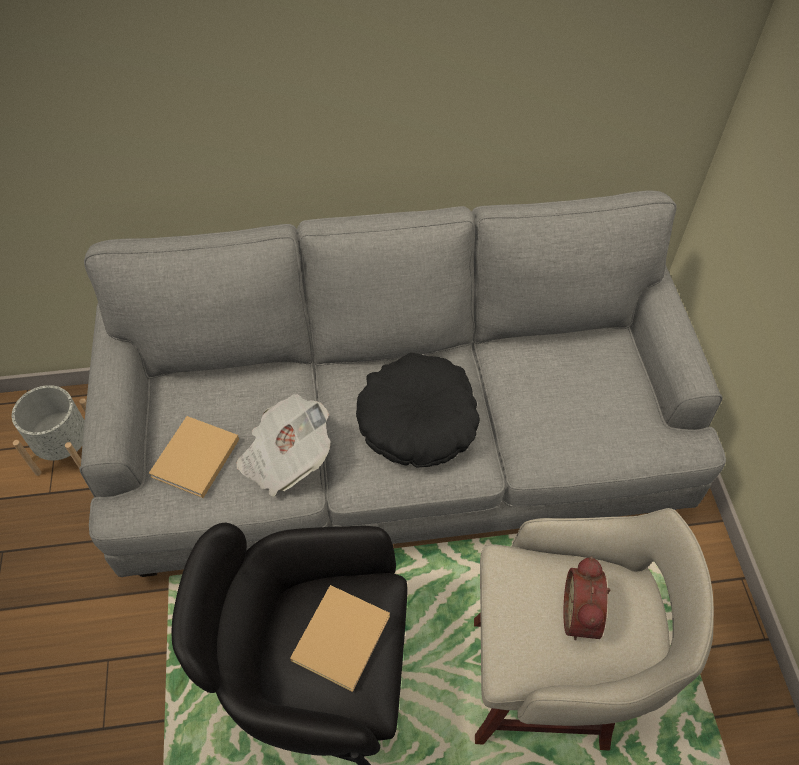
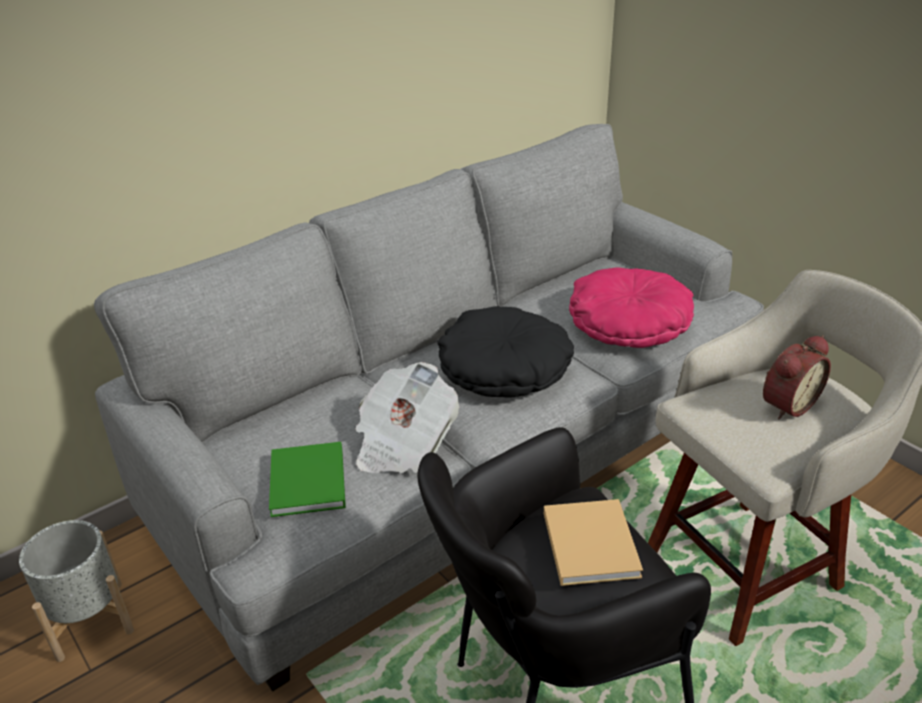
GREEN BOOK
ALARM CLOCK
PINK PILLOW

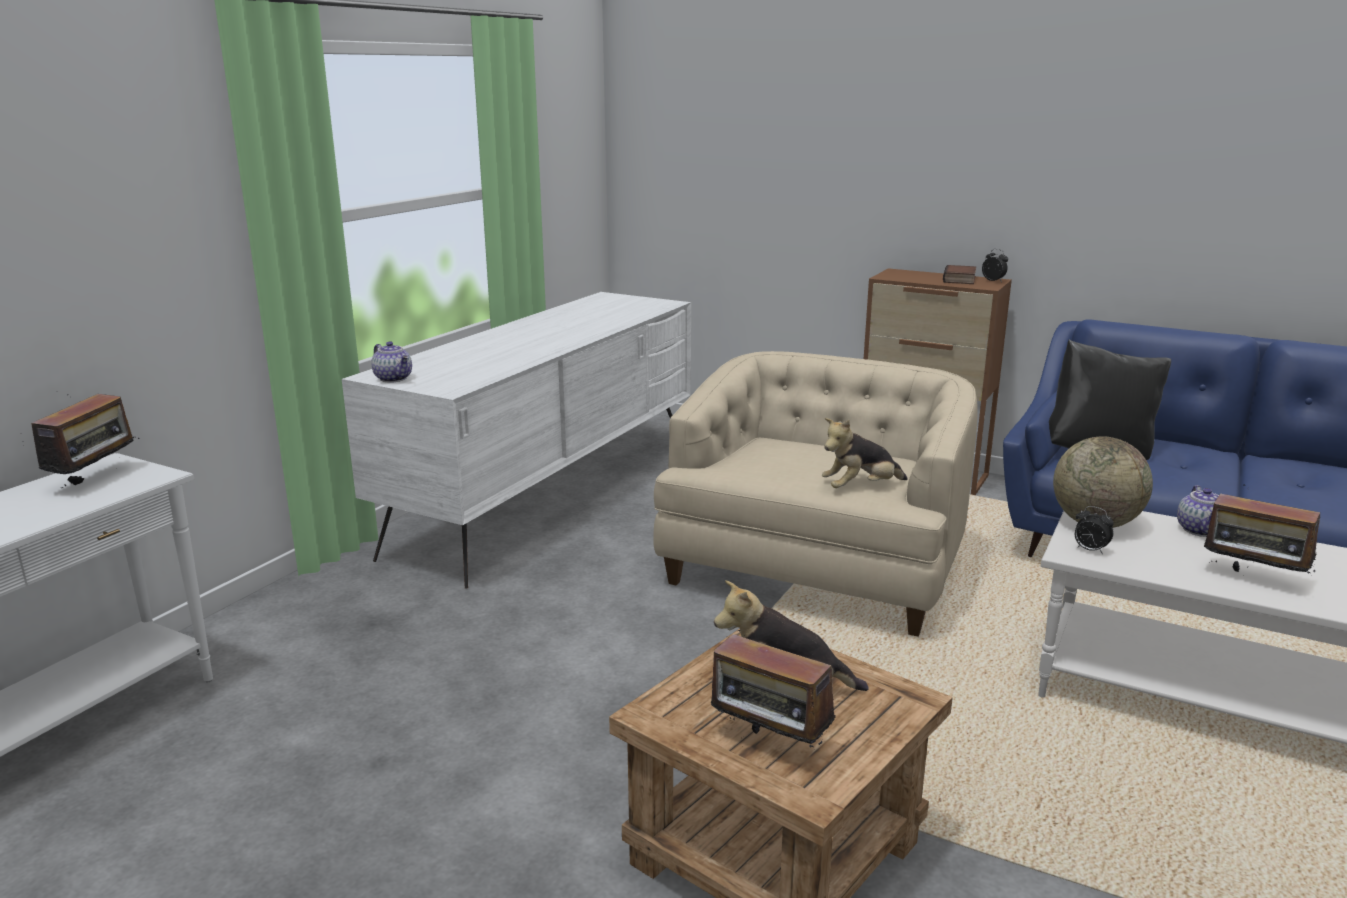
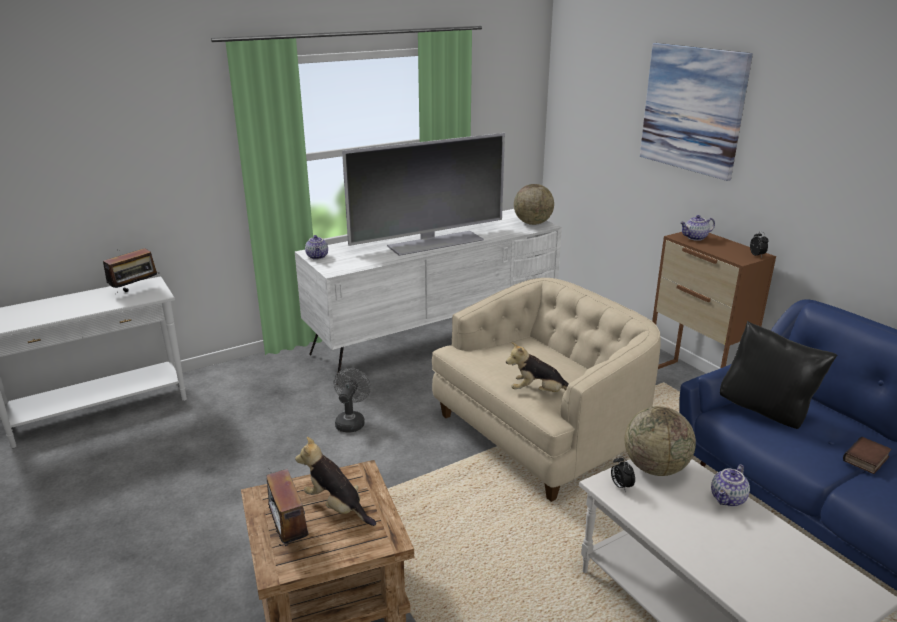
BOOK
RADIO (no. 3 from left in the first image)
GREY FAN
TELEVISION
GLOBE (no. 1 from left)
PICTURE
TEAPOT (no. 2 from left)

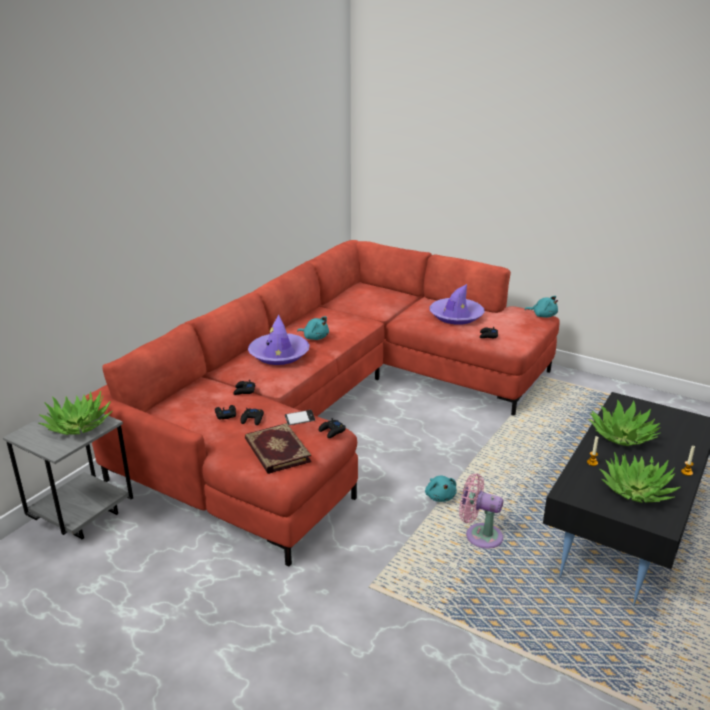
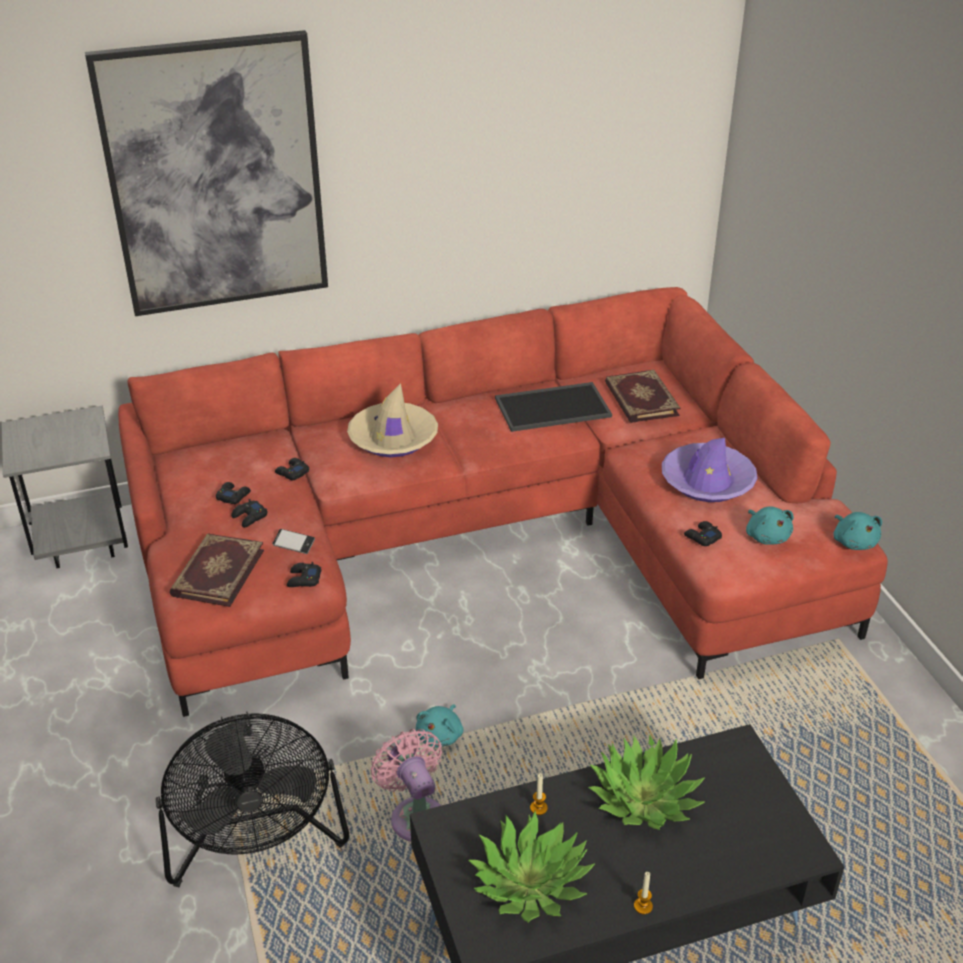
POTTED PLANT (no. 1 from left in the first image)
BEIGE HAT
TURQUOISE PLUSH TOY (no. 2 from left)
PICTURE
BLACK FAN
TRAY
BOOK (no. 2 from left)

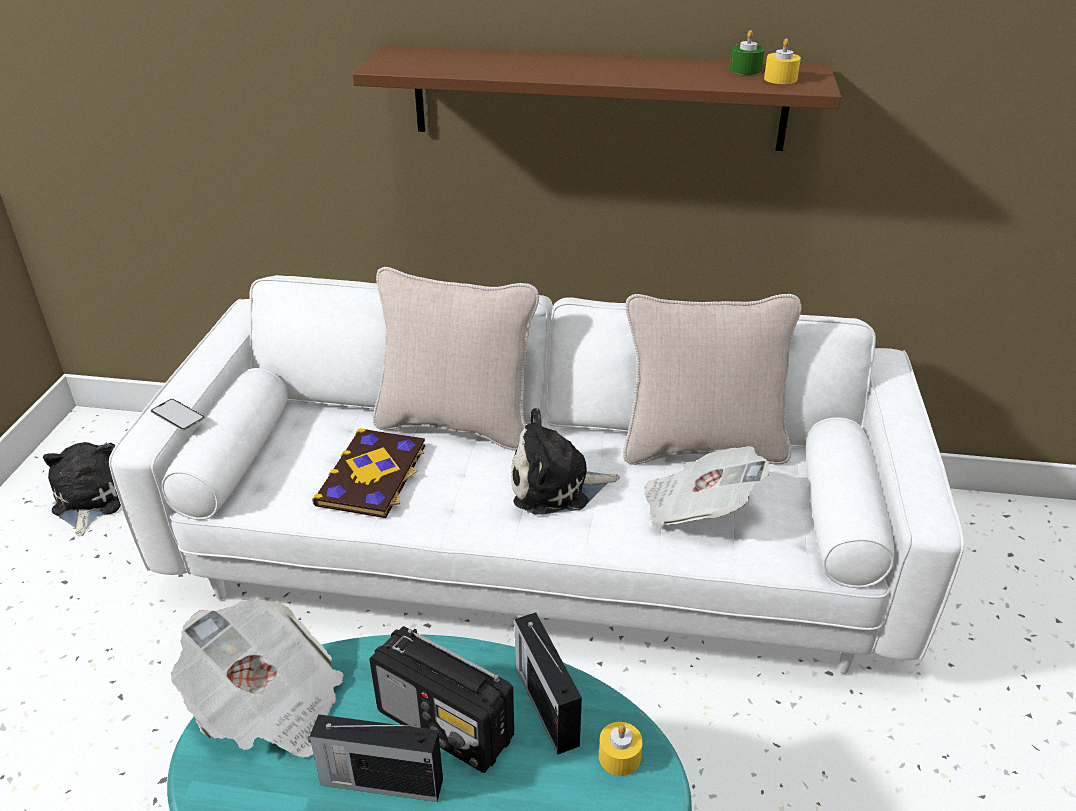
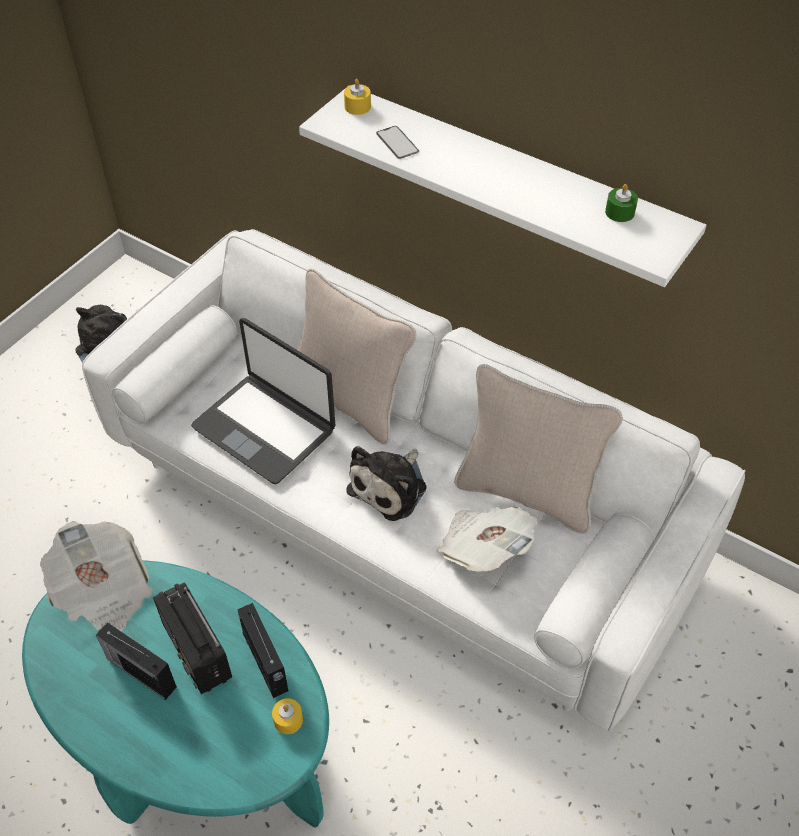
PHONE
LAPTOP
WHITE SHELF
PLUSH TOY (no. 2 from left)
RADIO (no. 3 from left)
YELLOW CANDLE (no. 2 from left)

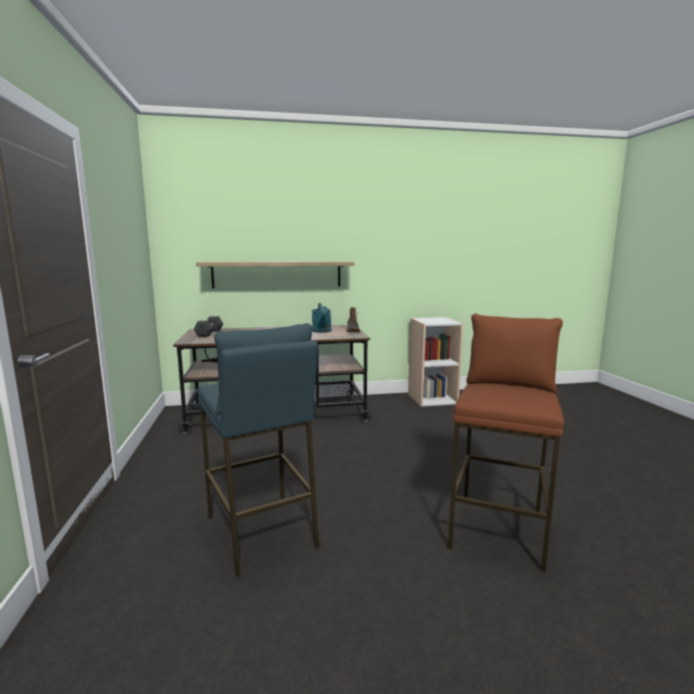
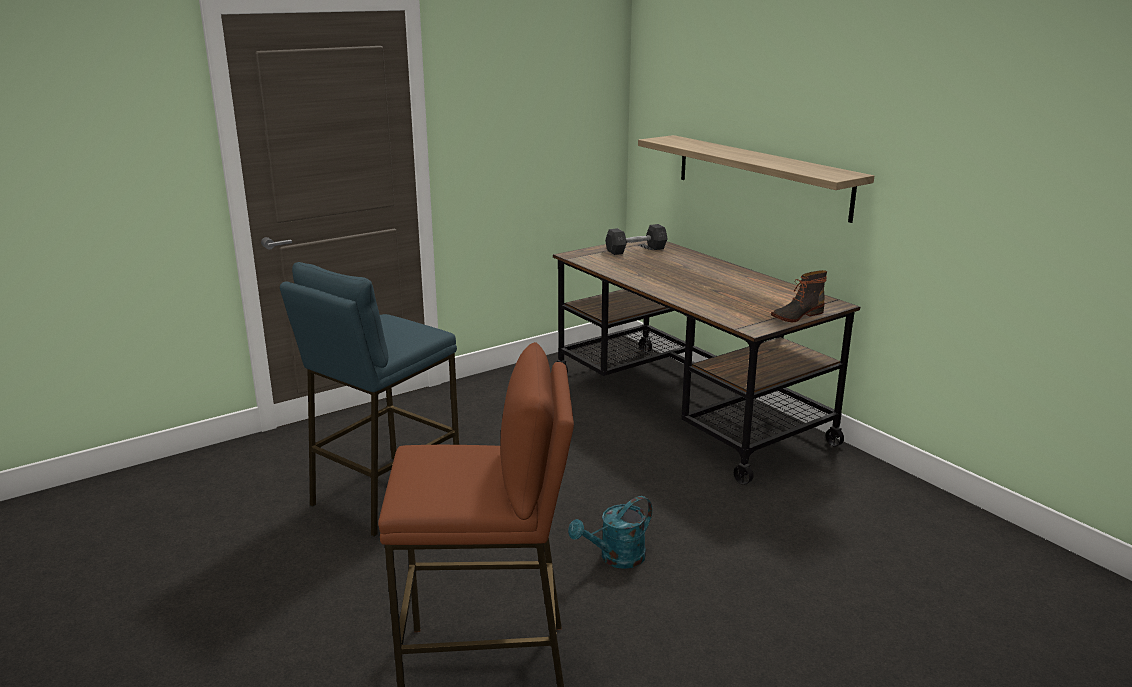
TURQUOISE WATERING CAN
BOOKCASE

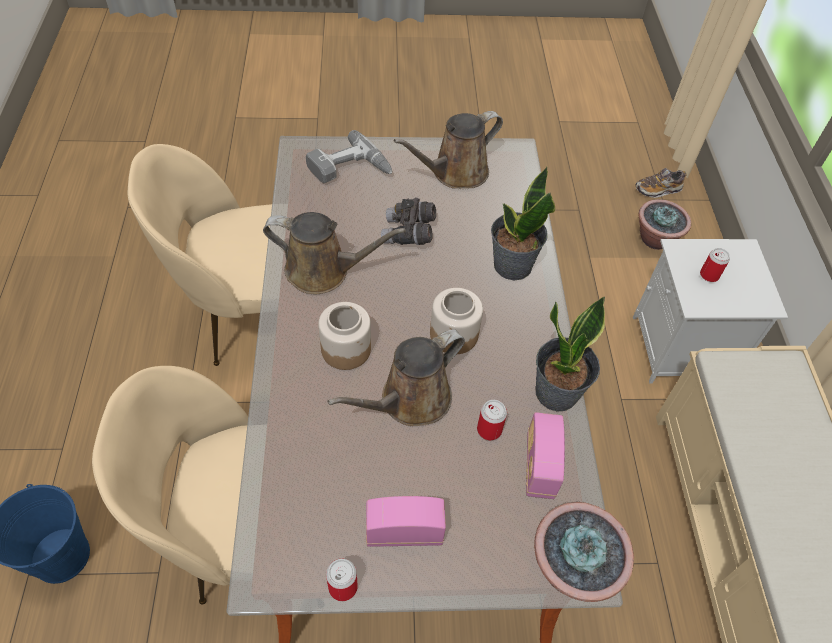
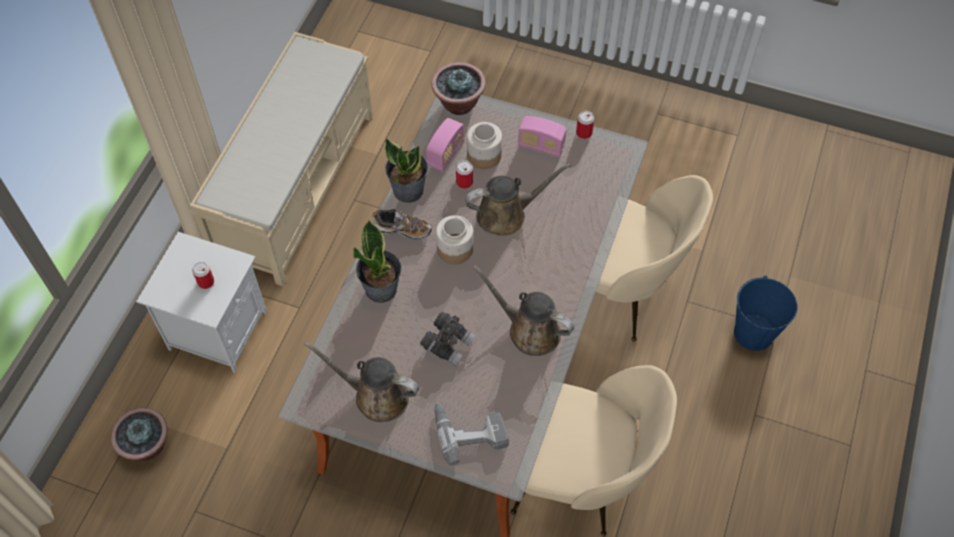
JAR (no. 2 from left)
BROWN WATERING CAN (no. 1 from left)
SHOE

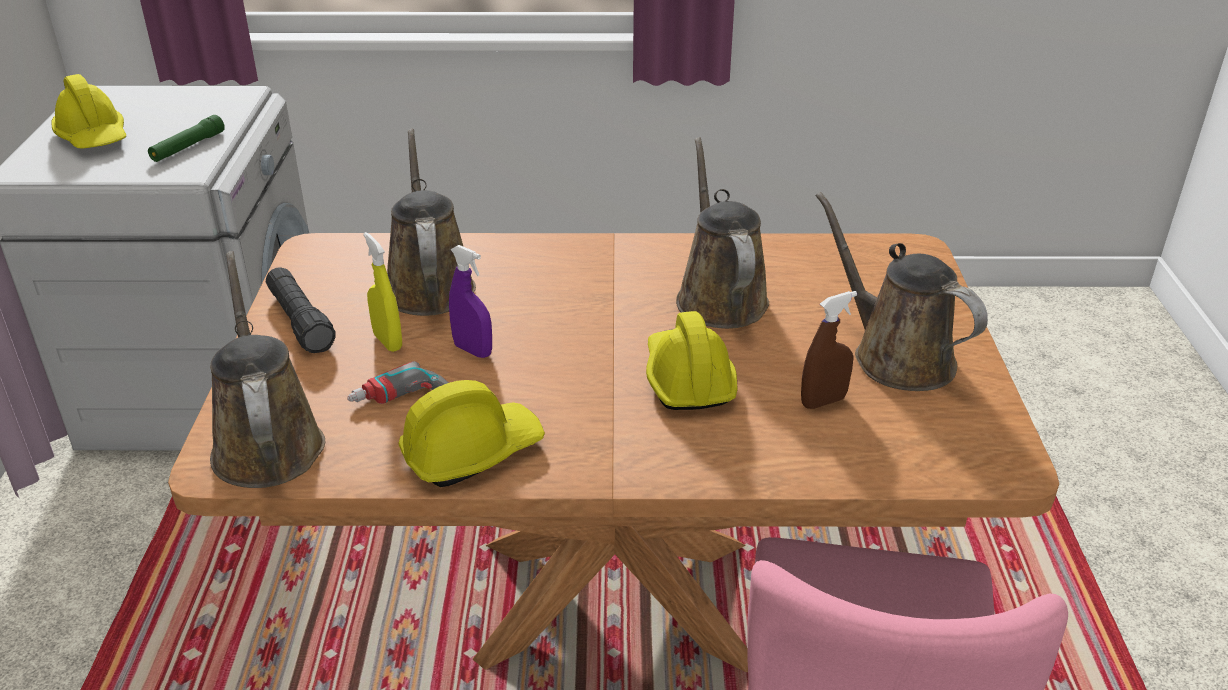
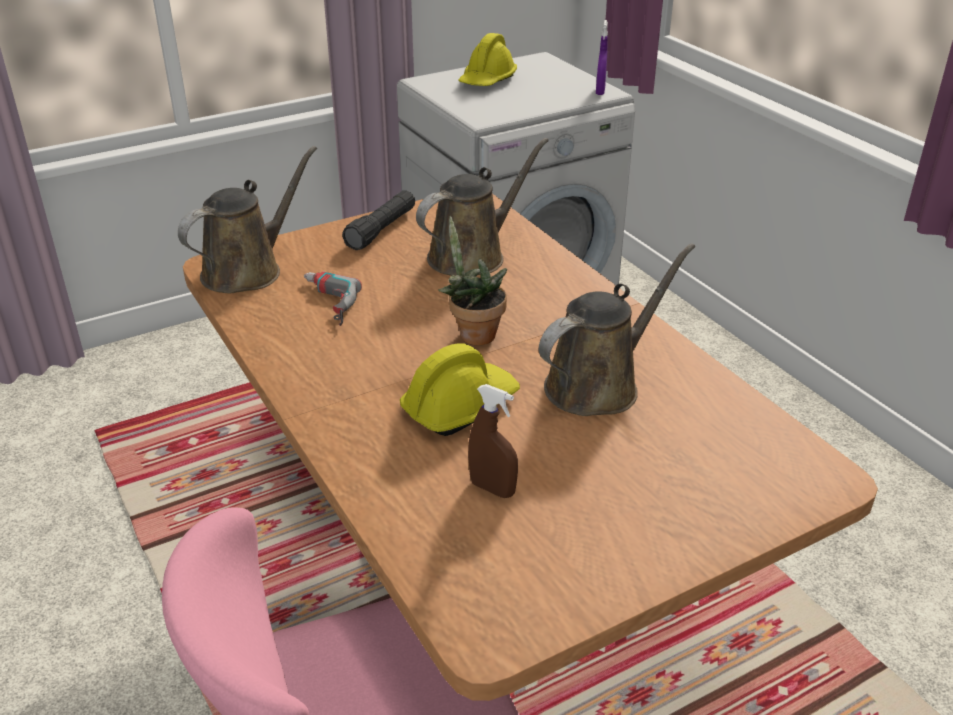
GREEN FLASHLIGHT
YELLOW SPRAY BOTTLE
YELLOW HARD HAT (no. 2 from left in the first image)
PURPLE SPRAY BOTTLE
BROWN WATERING CAN (no. 4 from left in the first image)
POTTED PLANT

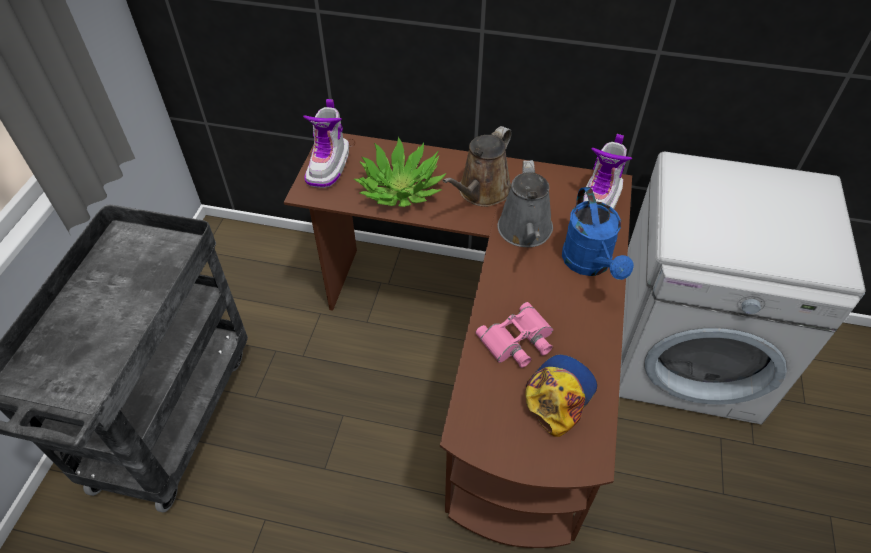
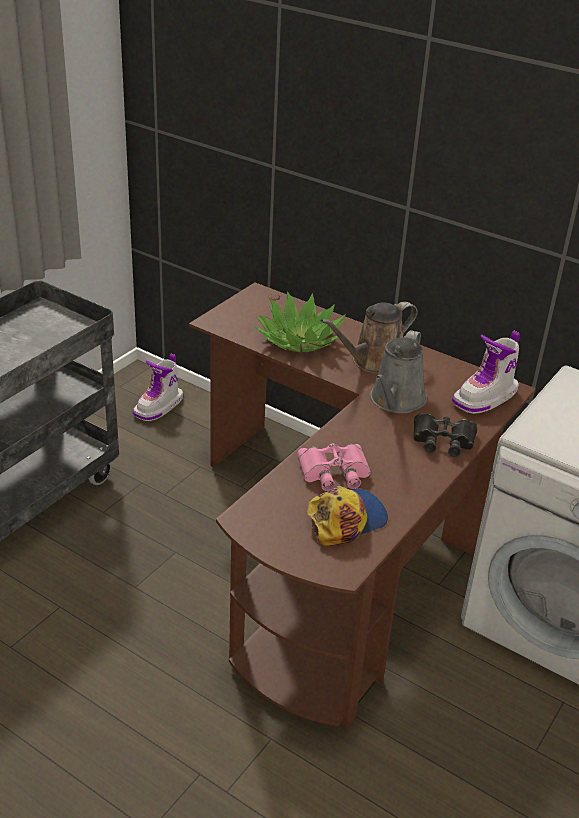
BOOT (no. 1 from left)
BLACK BINOCULARS

